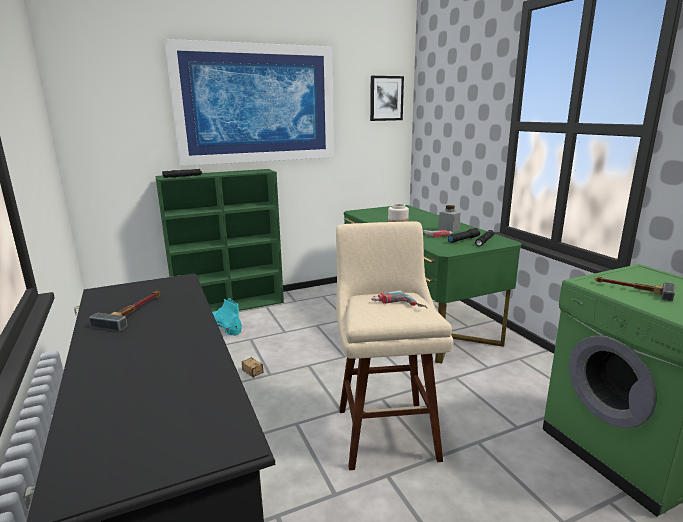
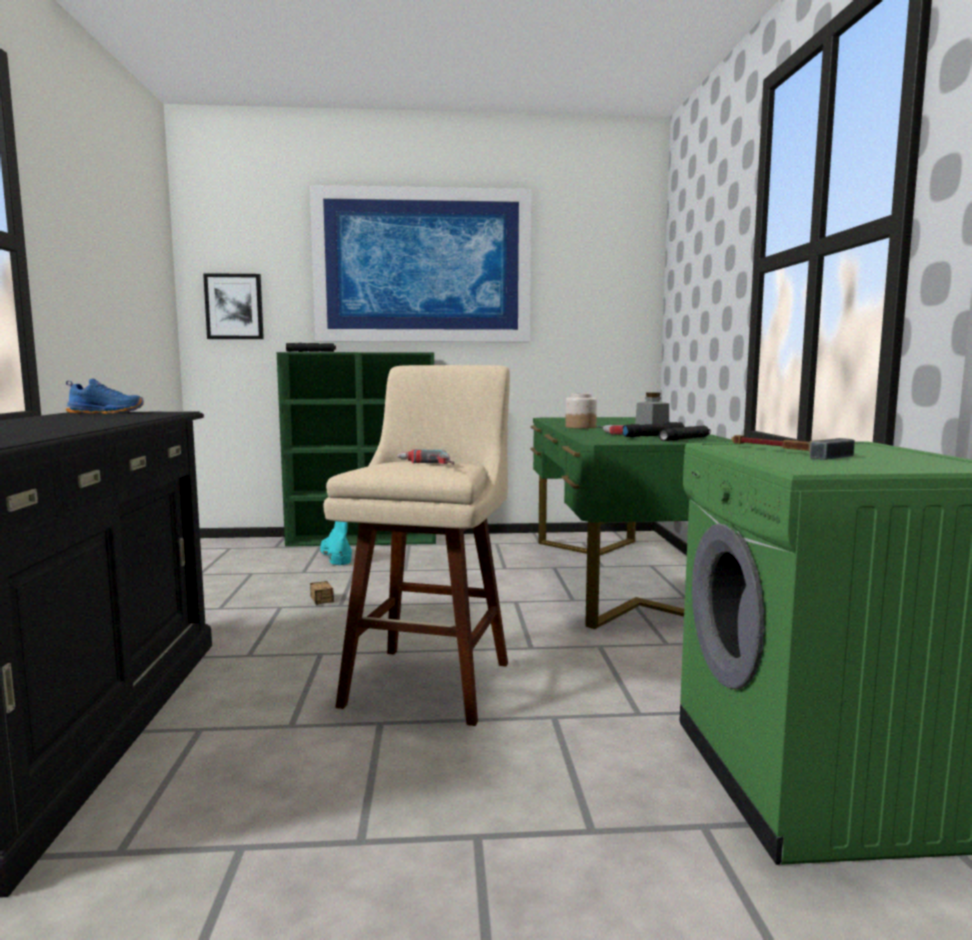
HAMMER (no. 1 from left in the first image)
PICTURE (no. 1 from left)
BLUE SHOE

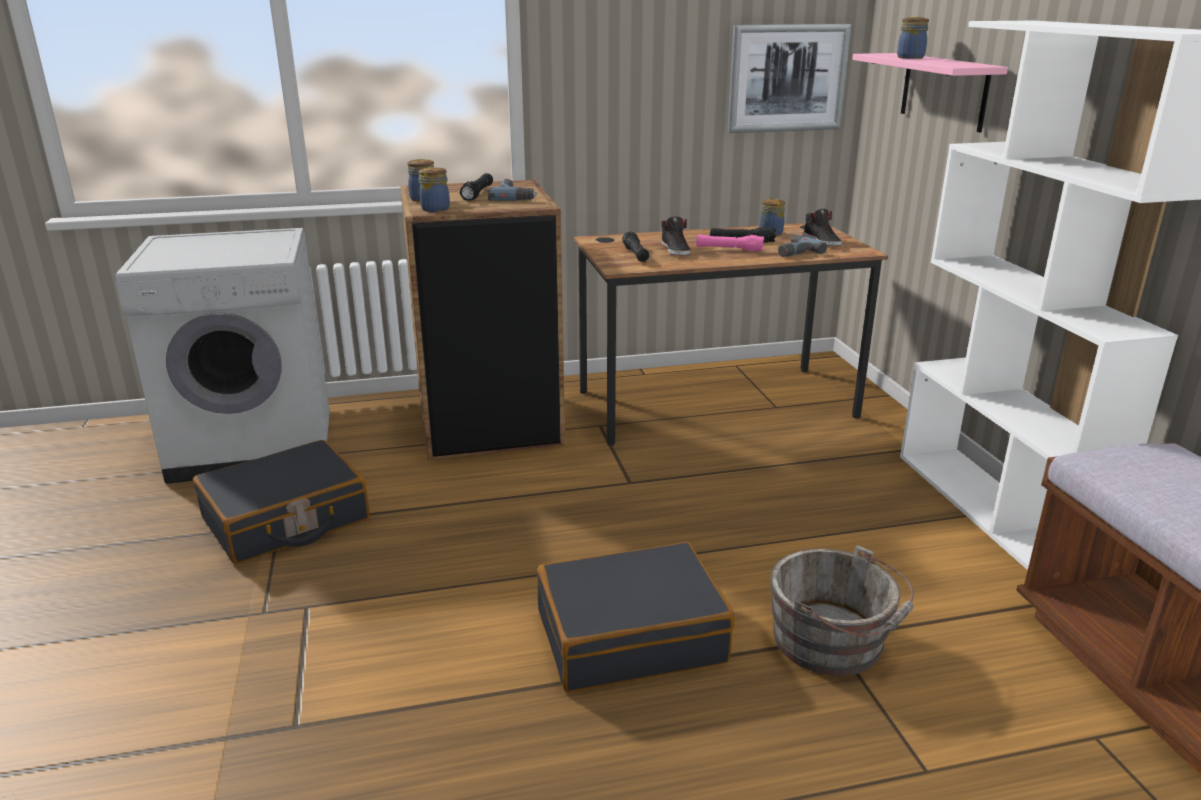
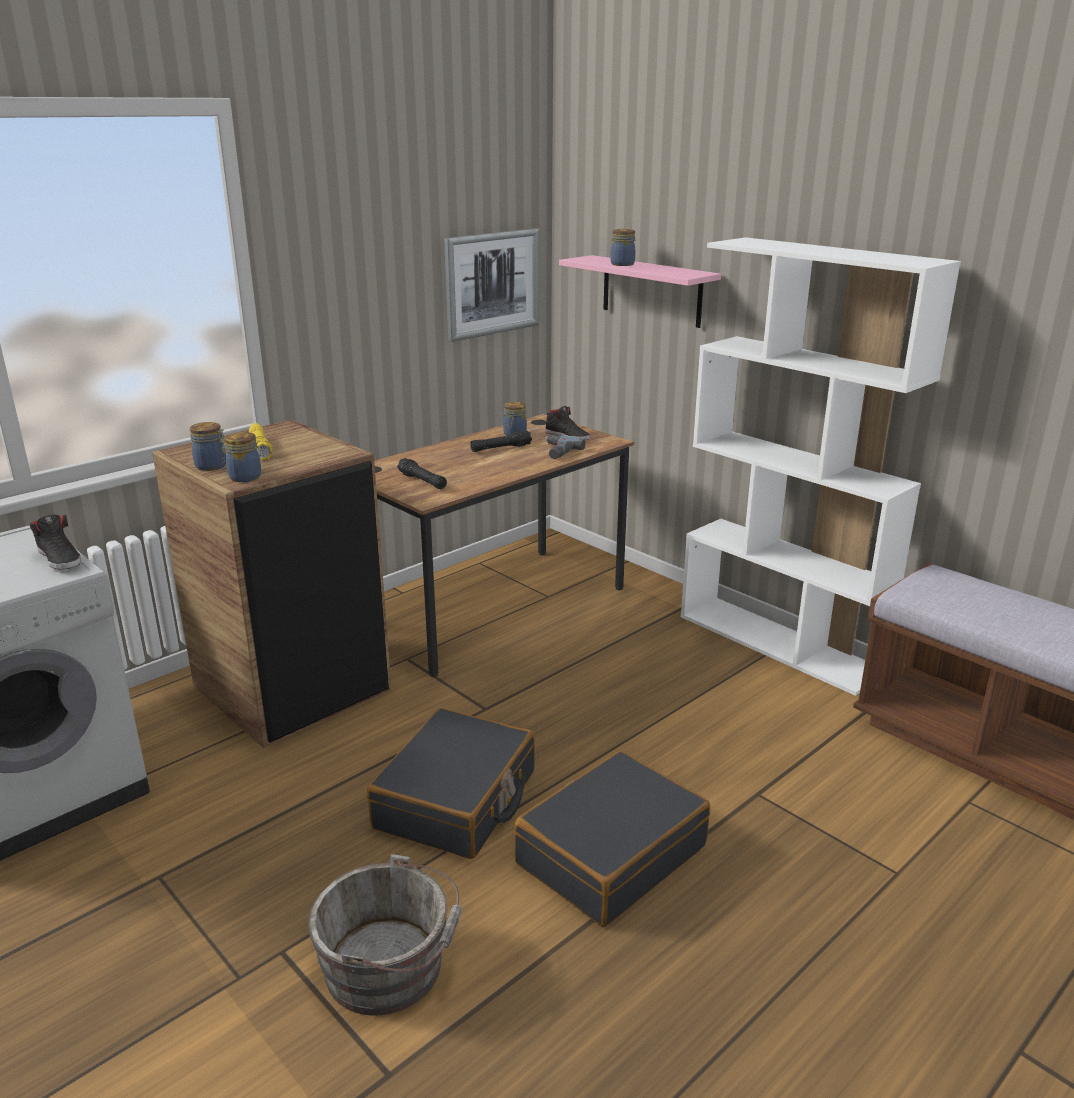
BLACK SUITCASE (no. 1 from left)
YELLOW FLASHLIGHT
POWER DRILL (no. 1 from left in the first image)
BLACK SHOE (no. 1 from left)
PINK FLASHLIGHT
GREY BUCKET

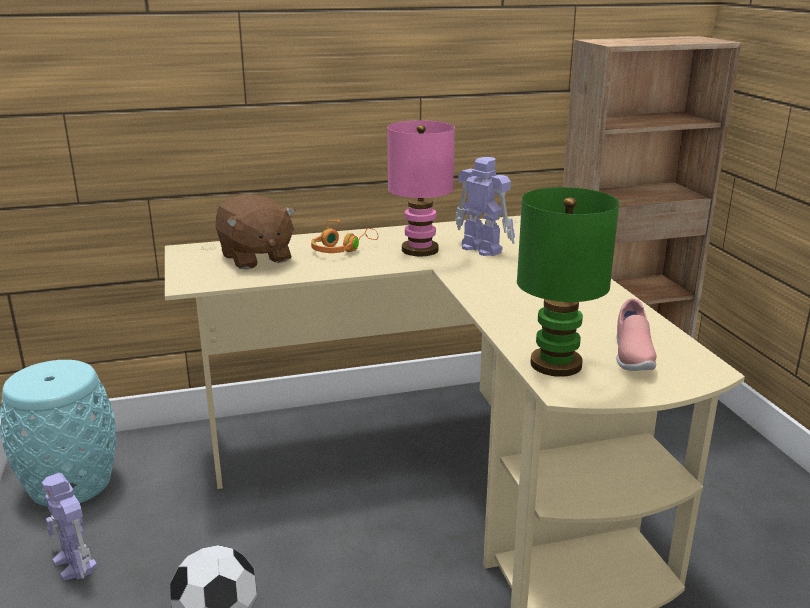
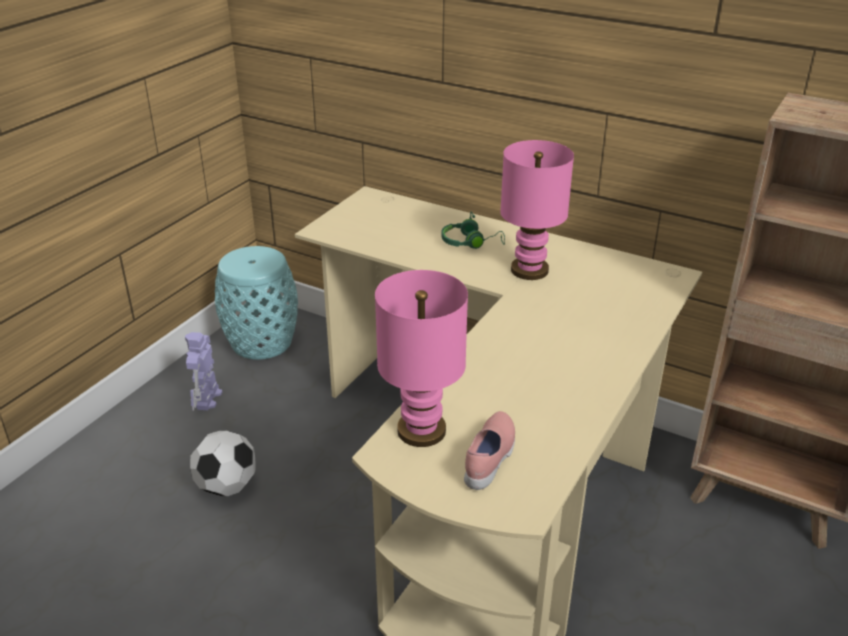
BROWN PLUSH TOY
GREEN HEADPHONES
TOY ROBOT (no. 2 from left in the first image)
PINK TABLE LAMP (no. 1 from left)
PINK SHOE

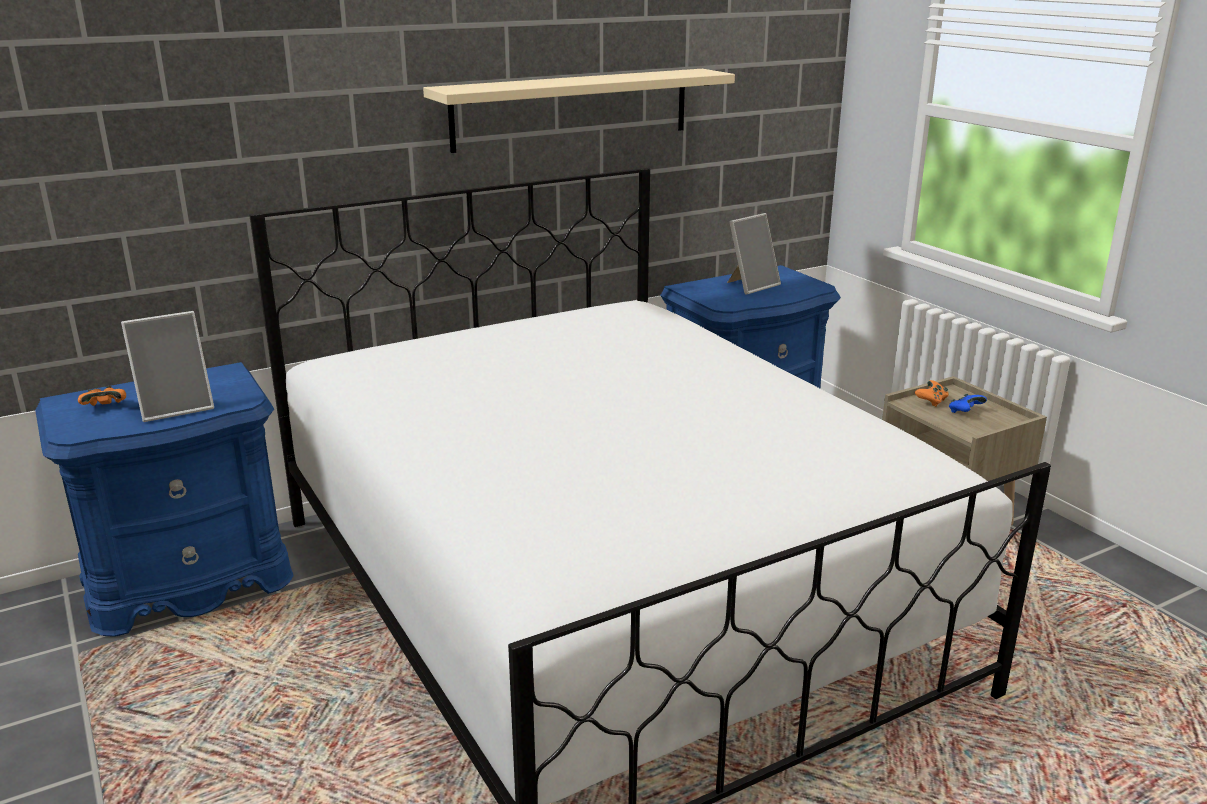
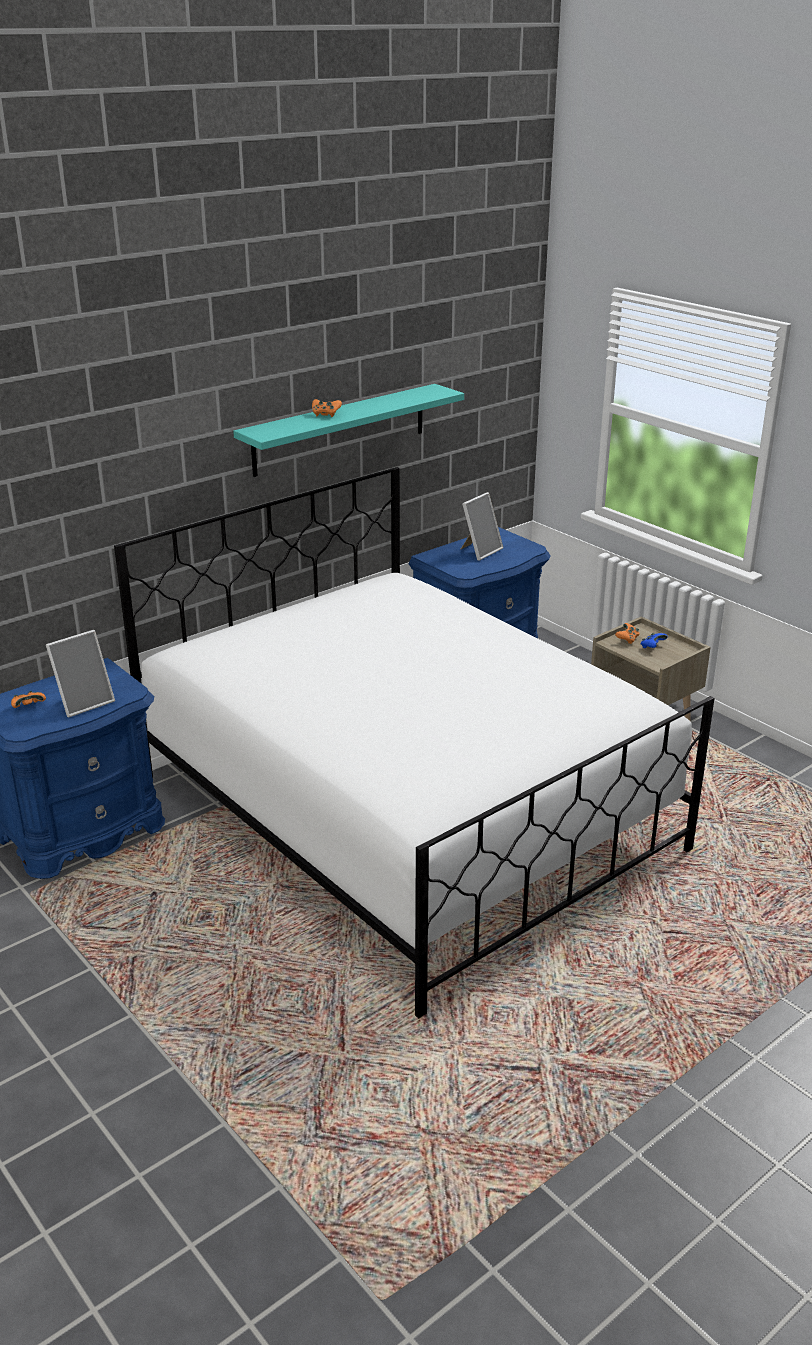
TURQUOISE SHELF
ORANGE GAME CONTROLLER (no. 2 from left)

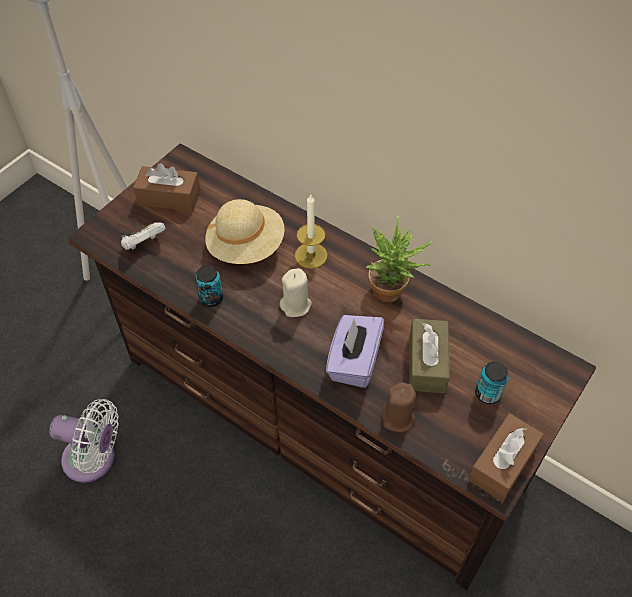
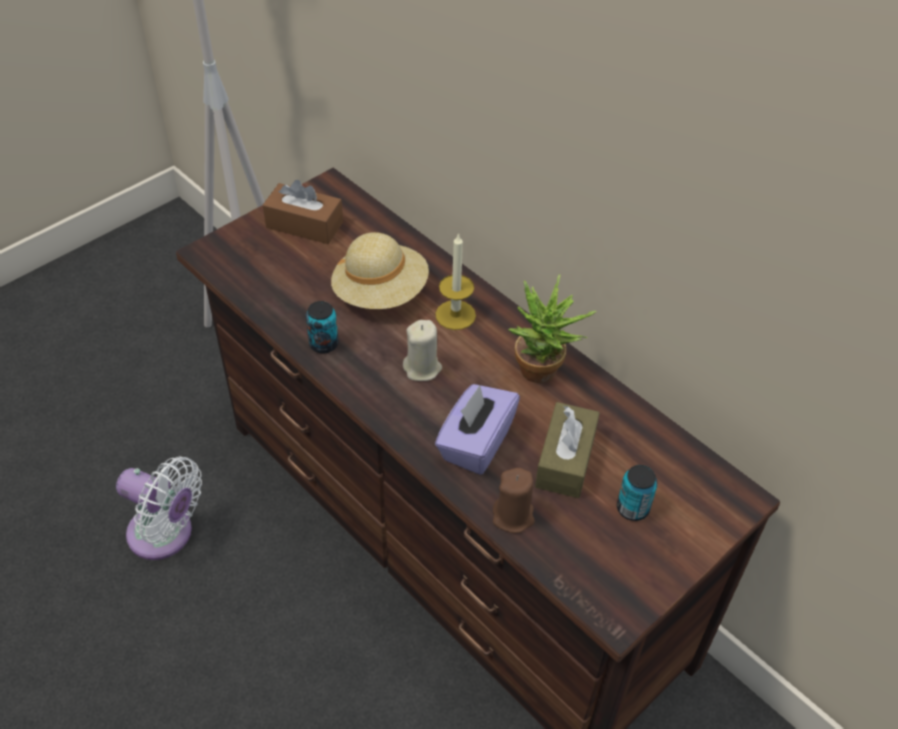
WHITE GAME CONTROLLER
BROWN TISSUE BOX (no. 3 from left in the first image)

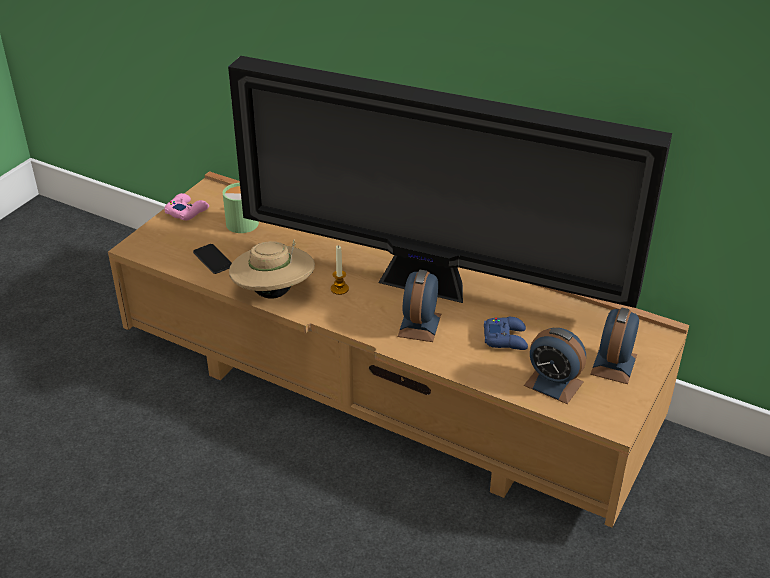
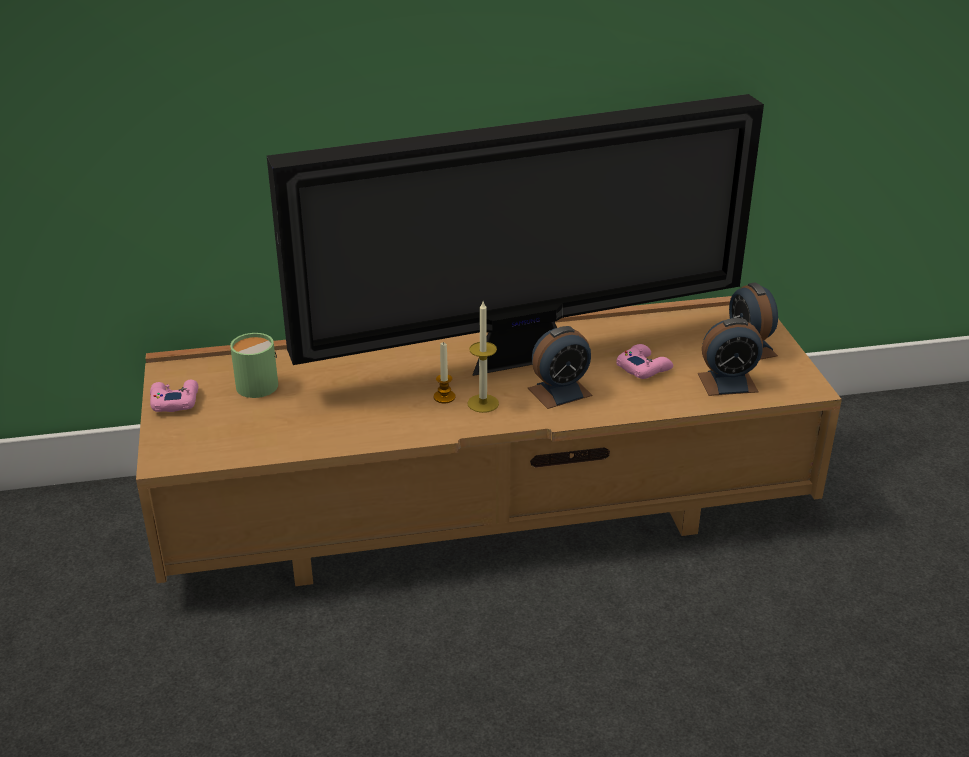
PHONE
BEIGE HAT
ALARM CLOCK (no. 1 from left)
PINK GAME CONTROLLER (no. 2 from left)
CANDLE (no. 2 from left)

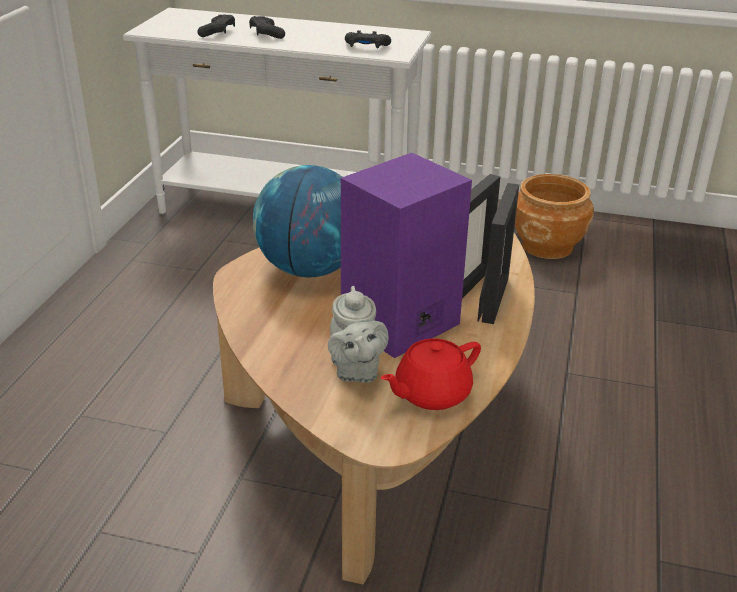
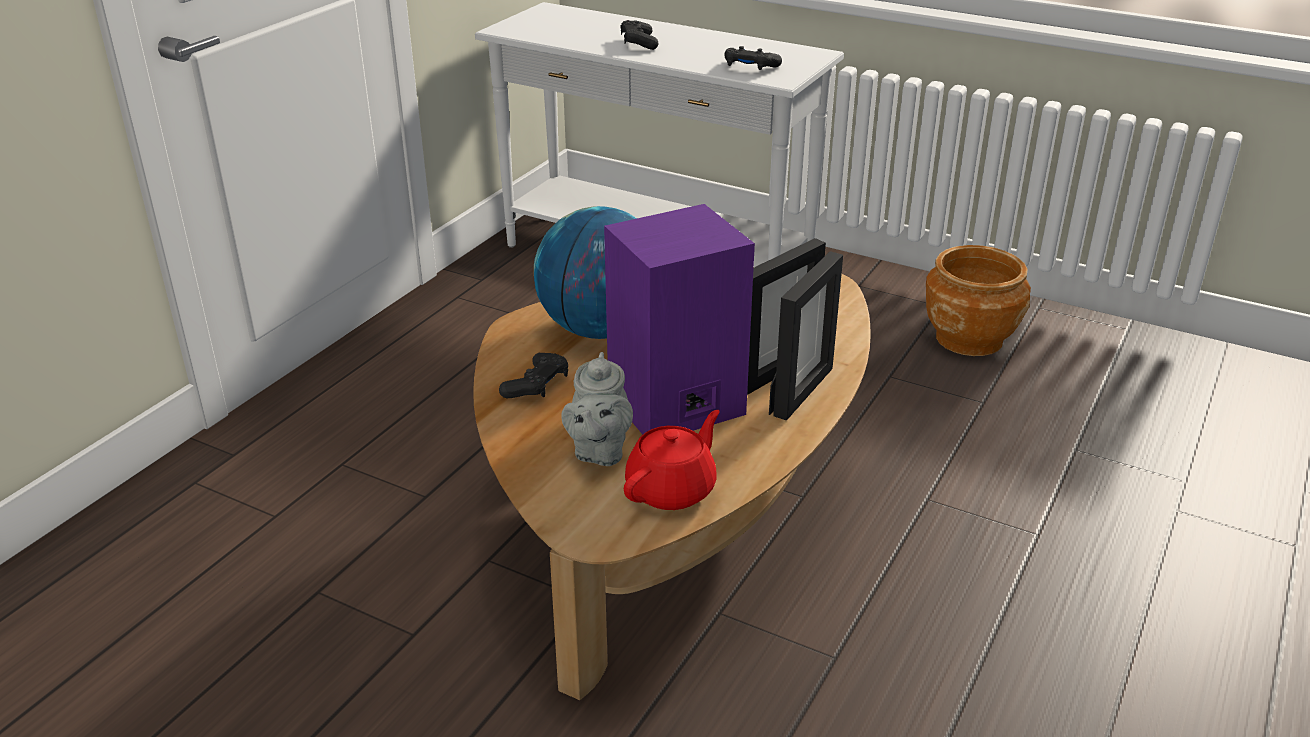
BLACK GAME CONTROLLER (no. 1 from left)
RED TEAPOT

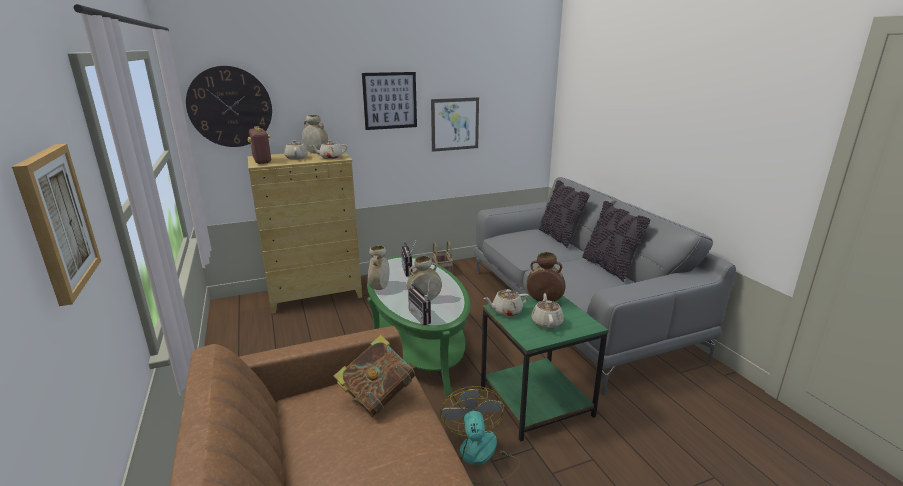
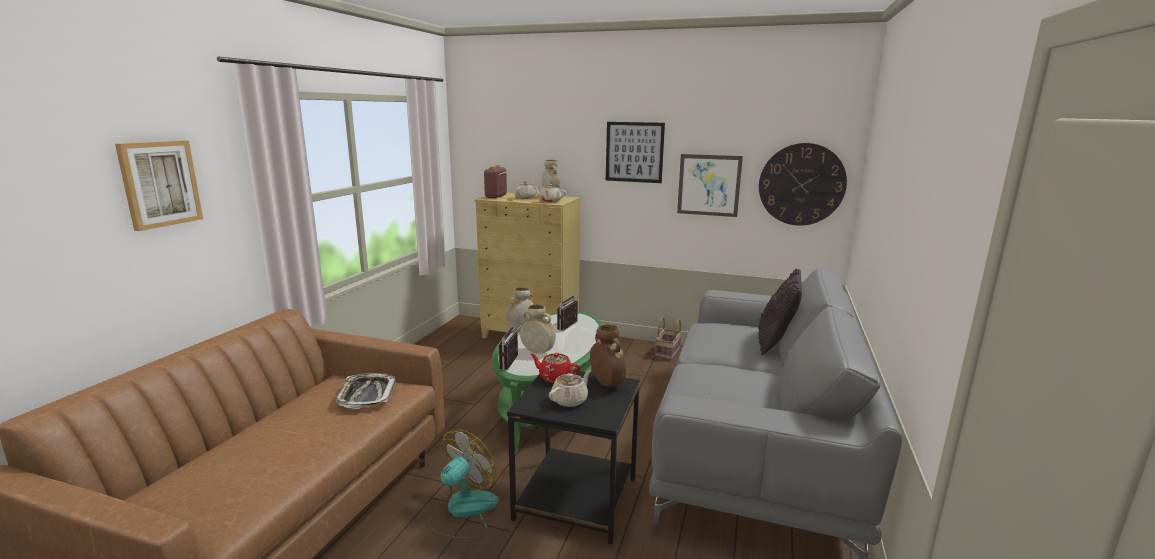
WALL CLOCK
TRAY
BLACK SIDE TABLE
RED TEAPOT
BLACK PILLOW (no. 2 from left in the first image)

